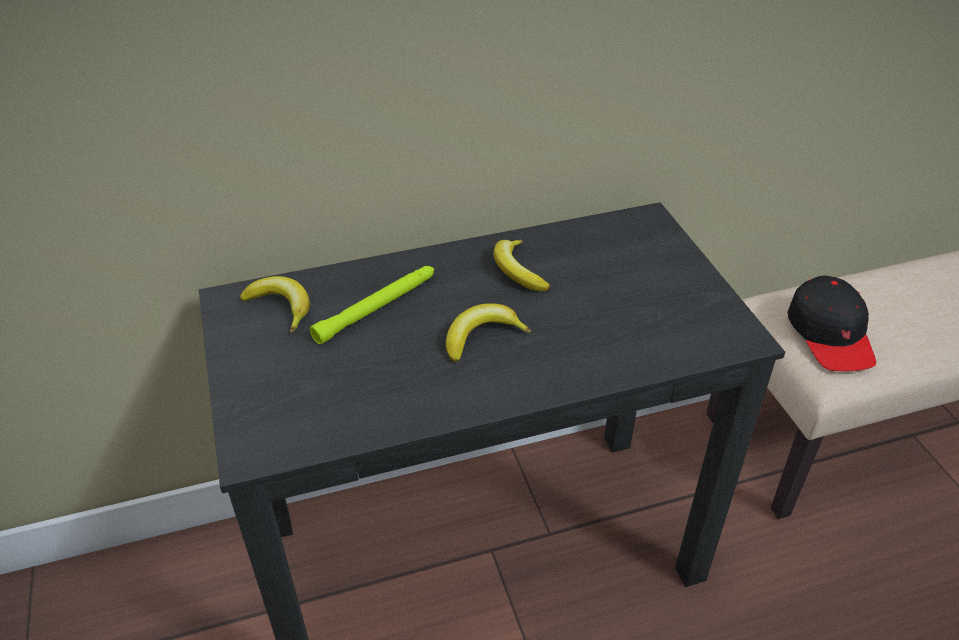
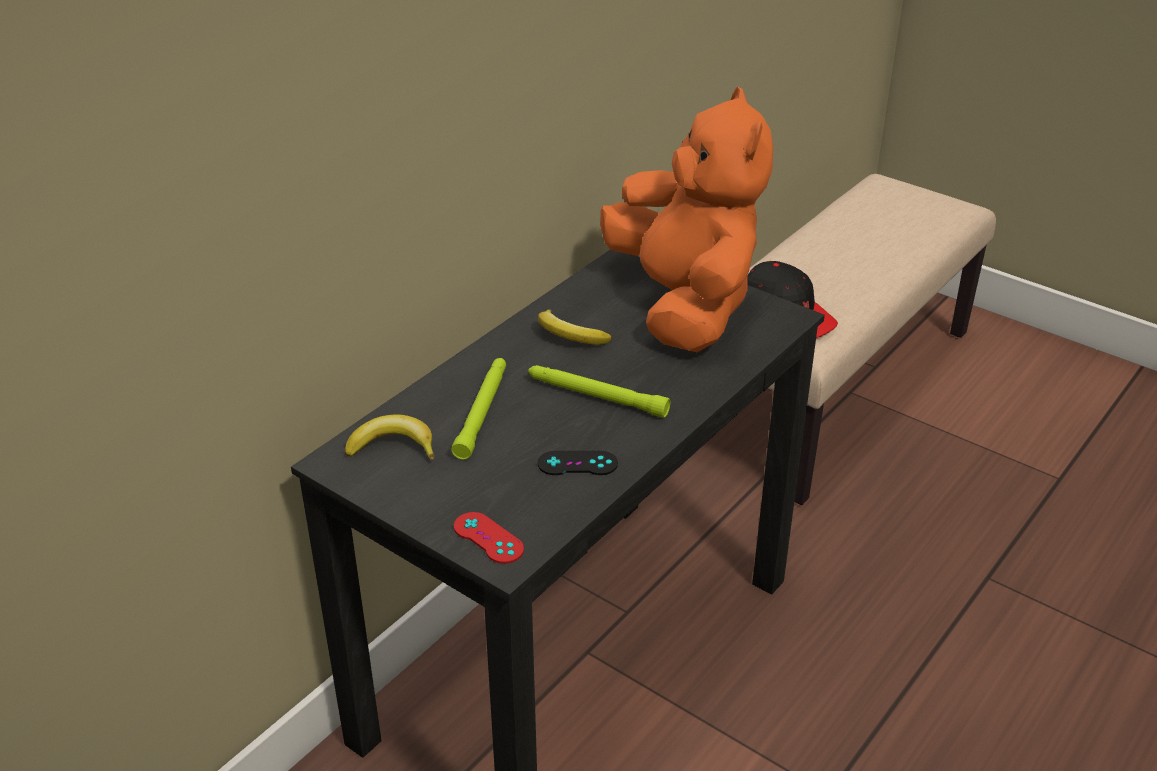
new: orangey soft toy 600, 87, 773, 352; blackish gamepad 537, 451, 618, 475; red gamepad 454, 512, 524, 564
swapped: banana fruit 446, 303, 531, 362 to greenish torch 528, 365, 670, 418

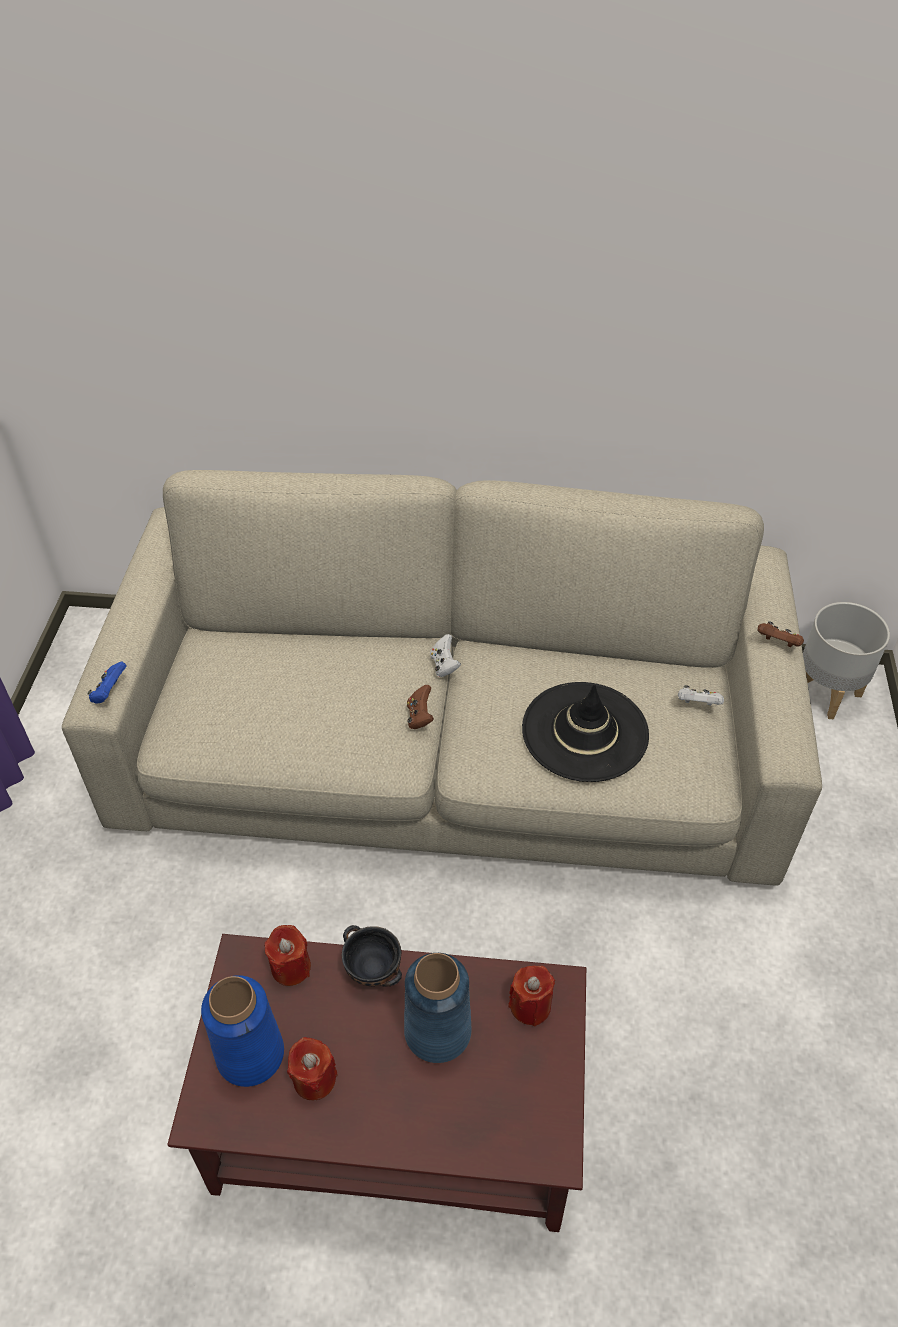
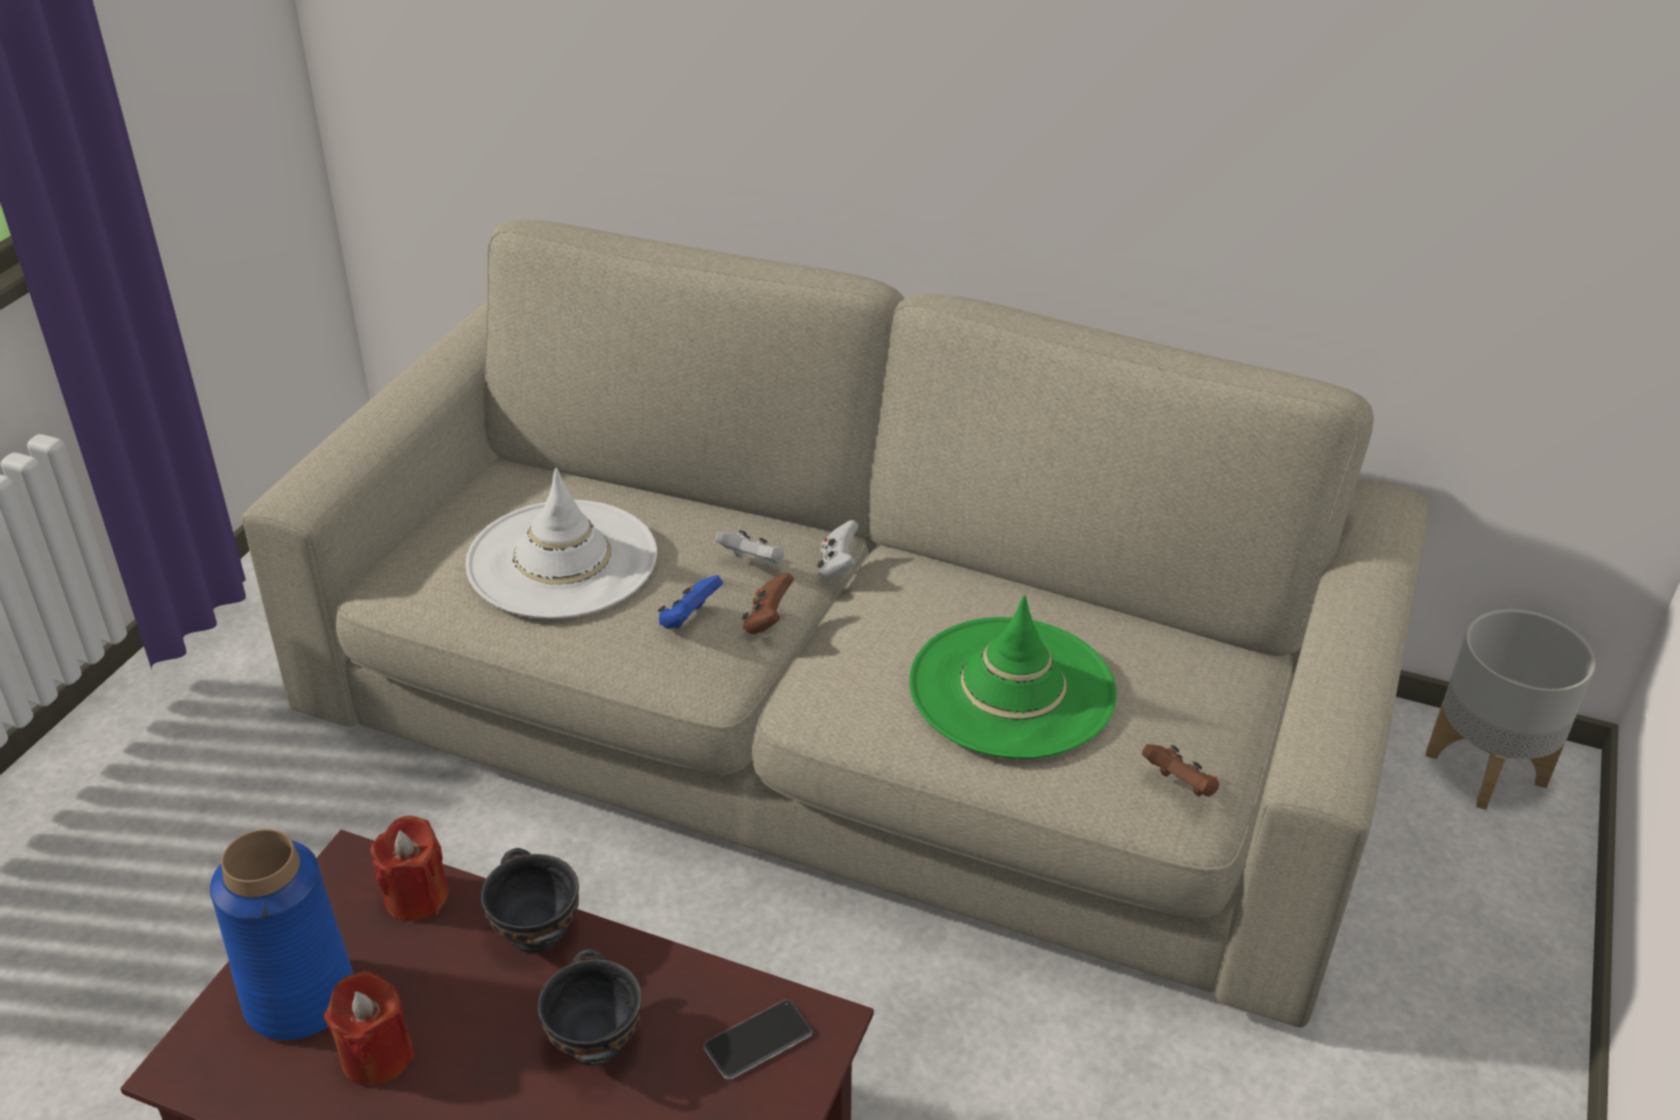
new: white-coloured clothing hat 466, 468, 657, 619
shifted: brownish gamepad 757, 621, 804, 647 to 1142, 744, 1219, 797; blue gamepad 87, 661, 127, 704 to 658, 575, 723, 629; white-coloured gamepad 678, 685, 724, 706 to 716, 530, 784, 567
swapped: blue vase 404, 953, 472, 1063 to blackish deep dish 538, 949, 642, 1065; red candle 508, 966, 555, 1027 to handset 704, 1000, 813, 1080
repainted: blackish clothing hat 522, 682, 649, 782 to greenish clothing hat 910, 595, 1117, 759

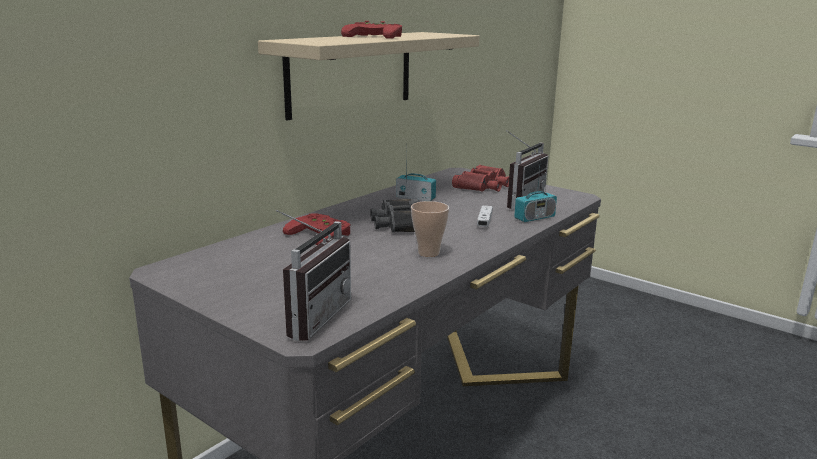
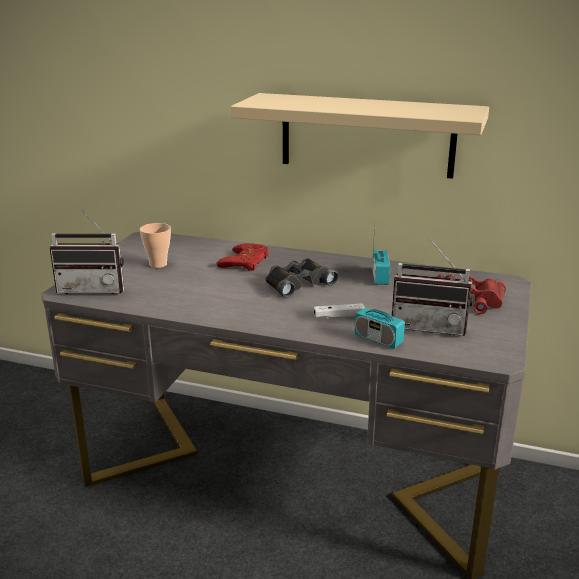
gone: red gamepad 341, 21, 402, 38
shifted: drinking cup 411, 201, 449, 257 to 140, 223, 171, 268

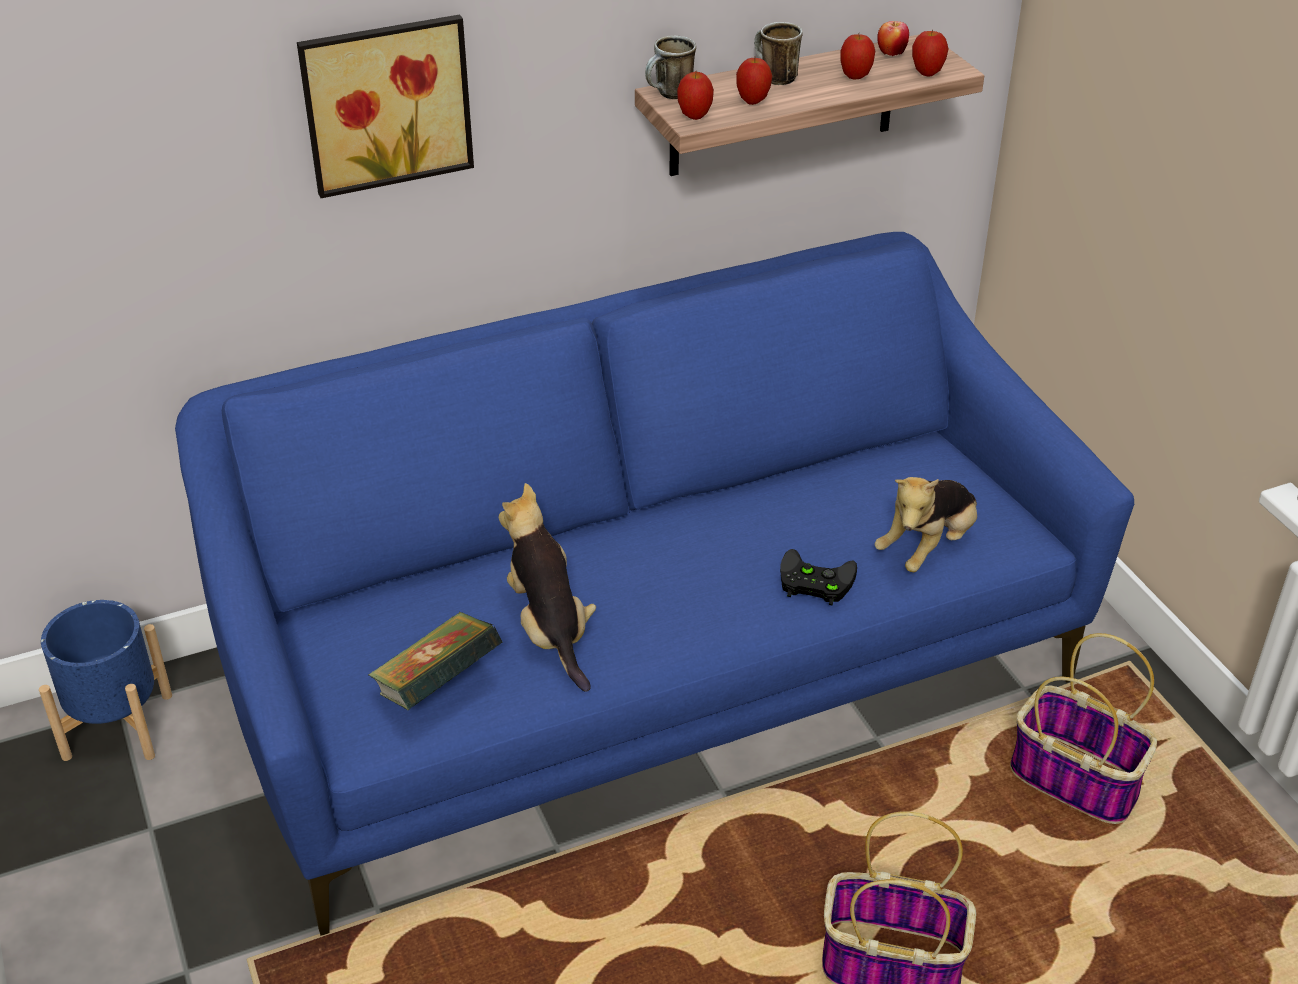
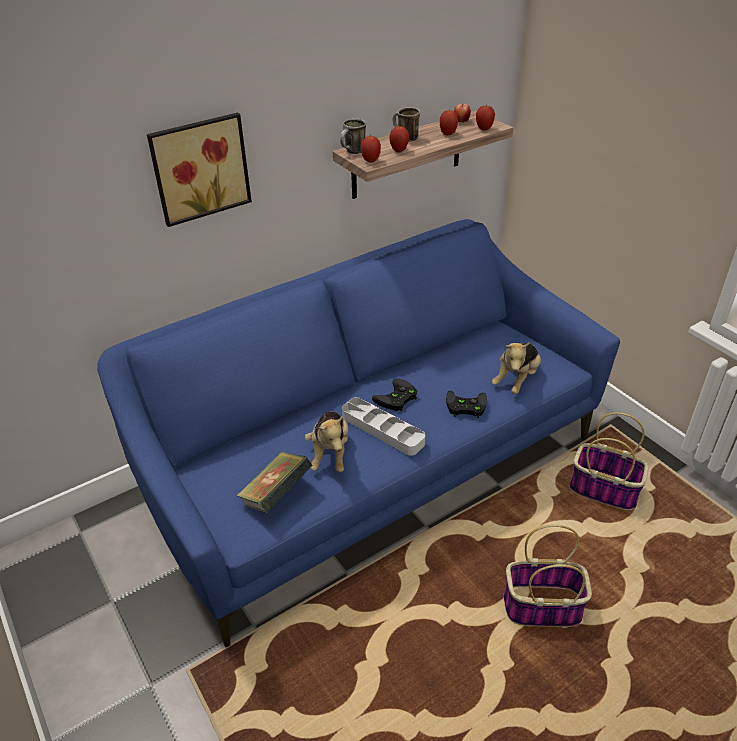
gone: blue plant pot 39, 600, 172, 761
new: blackish gamepad 372, 379, 417, 411; gray tray 342, 397, 425, 456
rotated: soft toy 498, 483, 596, 692 = 305, 411, 348, 472 150 degrees counterclockwise

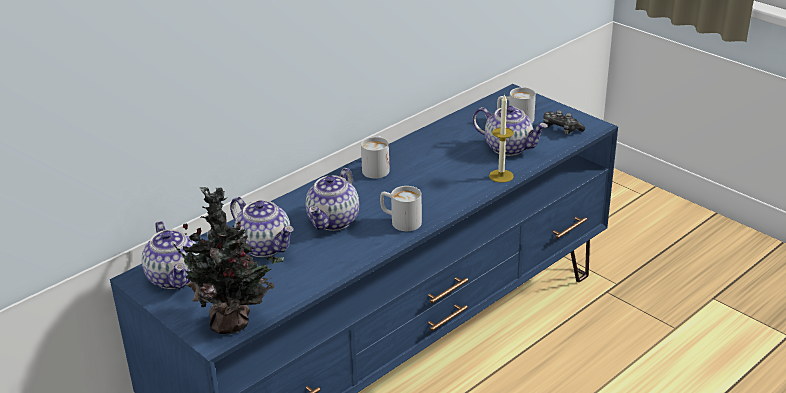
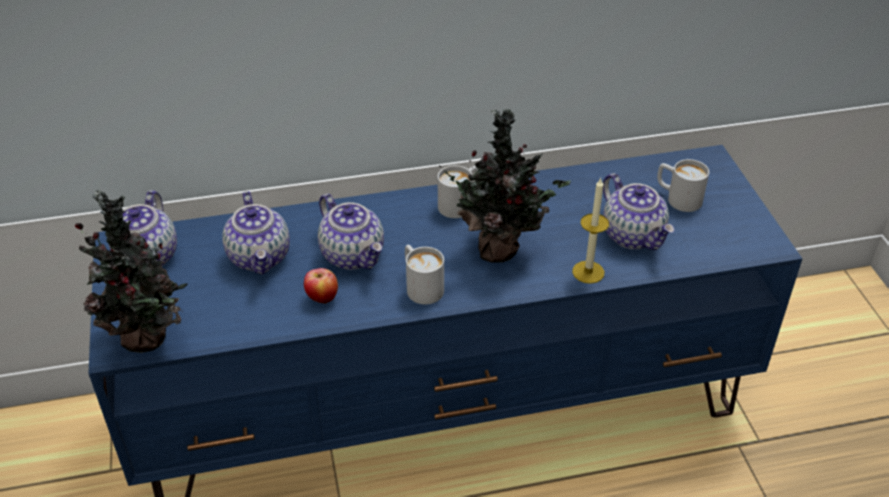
gone: gamepad 543, 110, 585, 134
new: potted plant 439, 109, 571, 263; apple fruit 304, 268, 338, 304
rotated: pot for tea 305, 168, 359, 231 = 318, 193, 384, 270 90 degrees counterclockwise

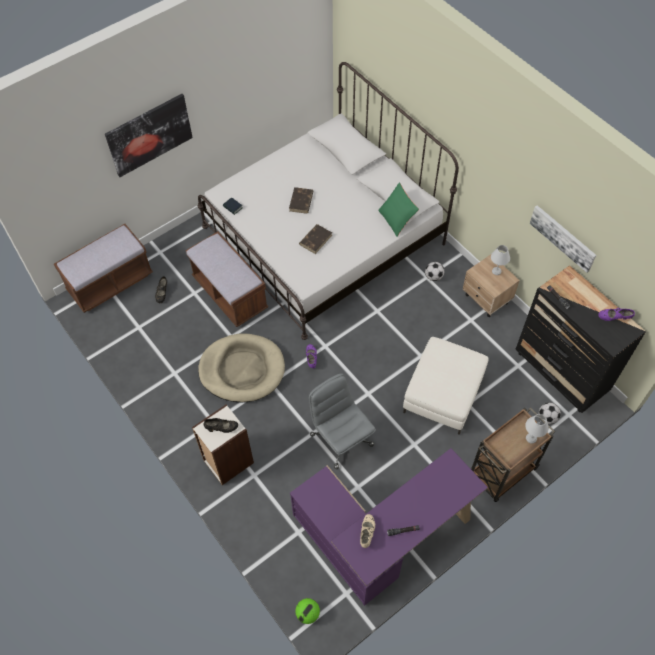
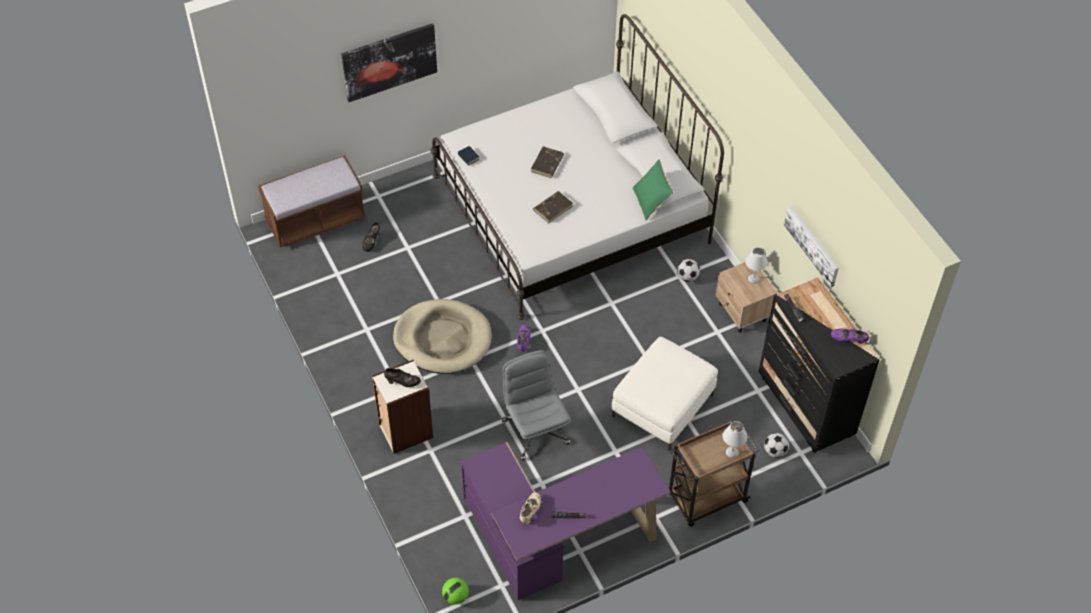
gone: brownish indoor bench 186, 232, 268, 327

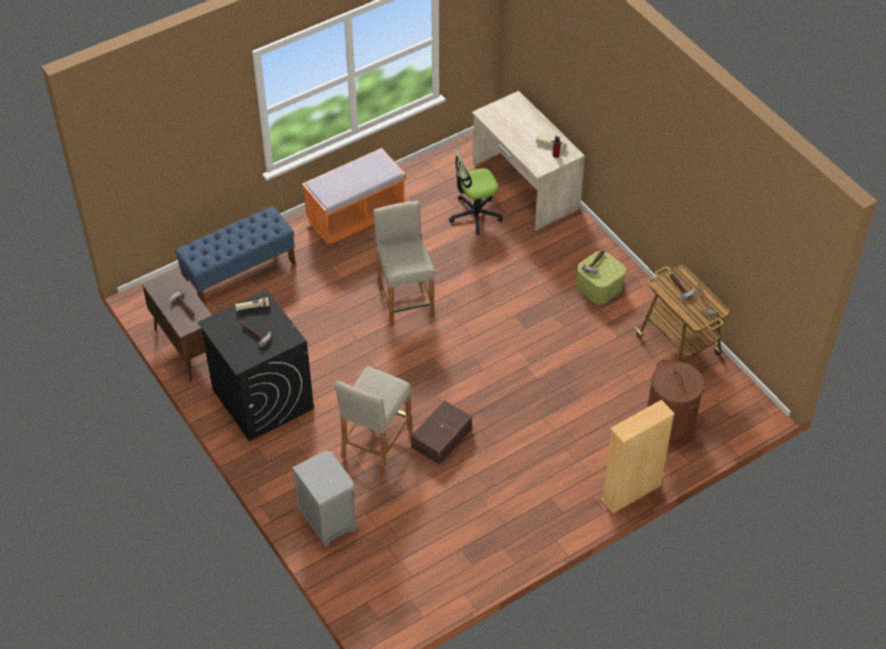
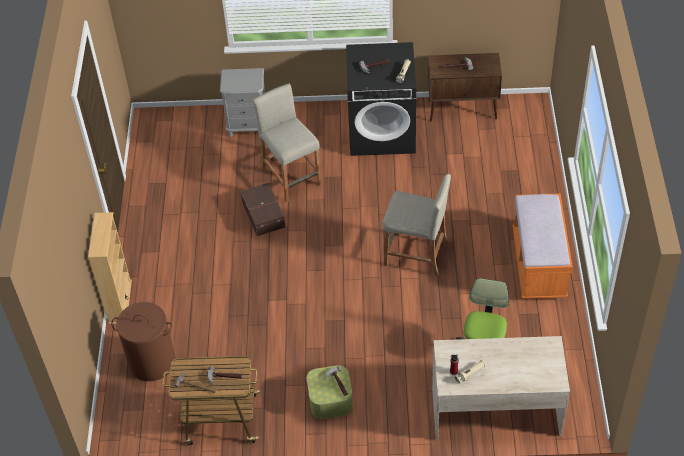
gone: blue indoor bench 175, 206, 295, 305

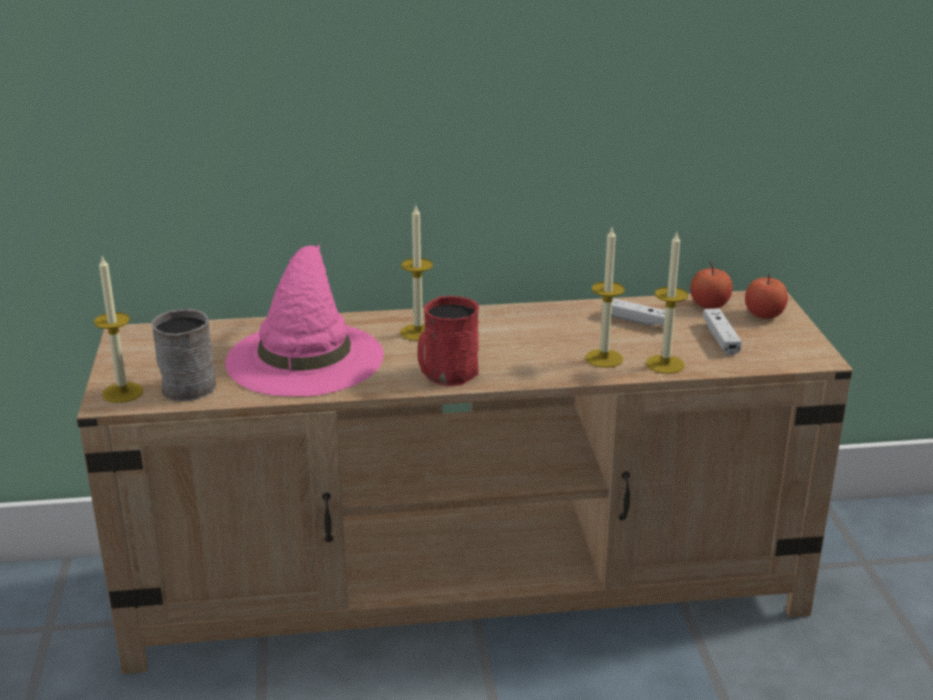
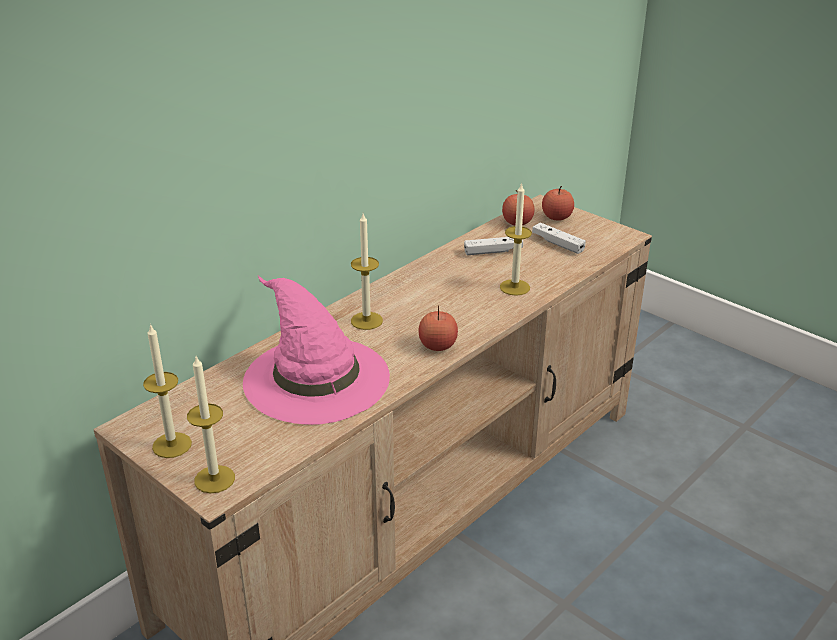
gone: gray tea mug 151, 309, 216, 401
shifted: candle 646, 233, 688, 374 to 143, 324, 192, 458
swapped: red tea mug 417, 296, 479, 386 to apple fruit 418, 306, 458, 351

